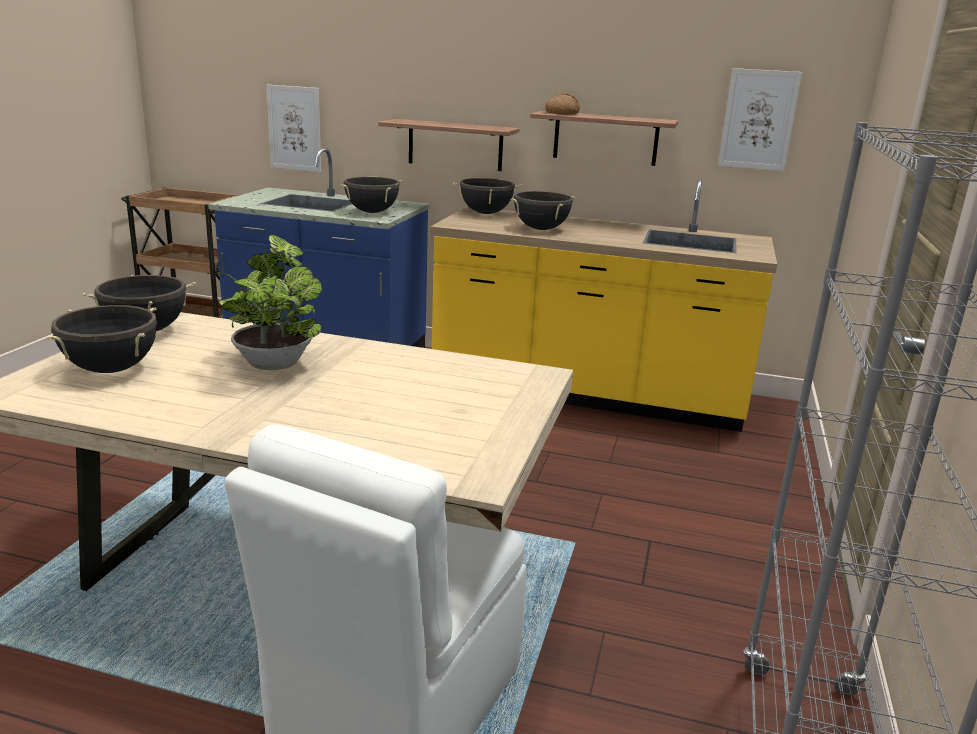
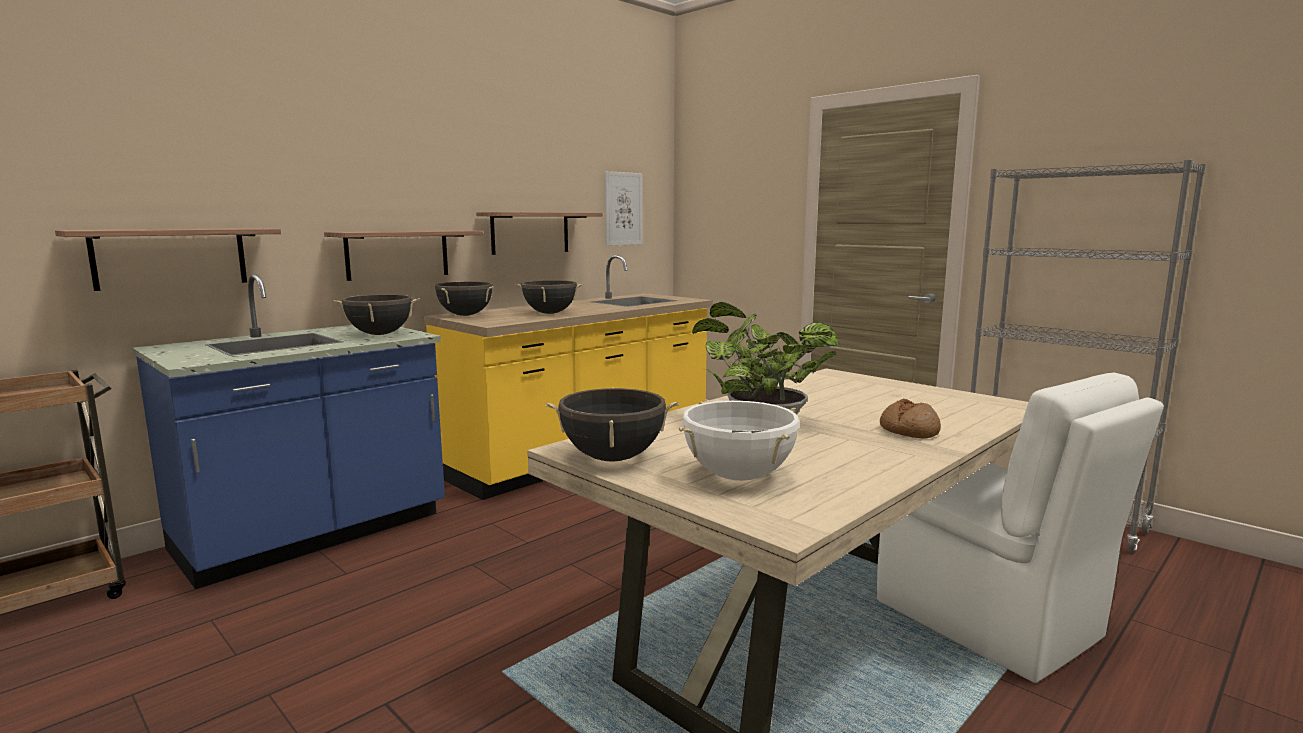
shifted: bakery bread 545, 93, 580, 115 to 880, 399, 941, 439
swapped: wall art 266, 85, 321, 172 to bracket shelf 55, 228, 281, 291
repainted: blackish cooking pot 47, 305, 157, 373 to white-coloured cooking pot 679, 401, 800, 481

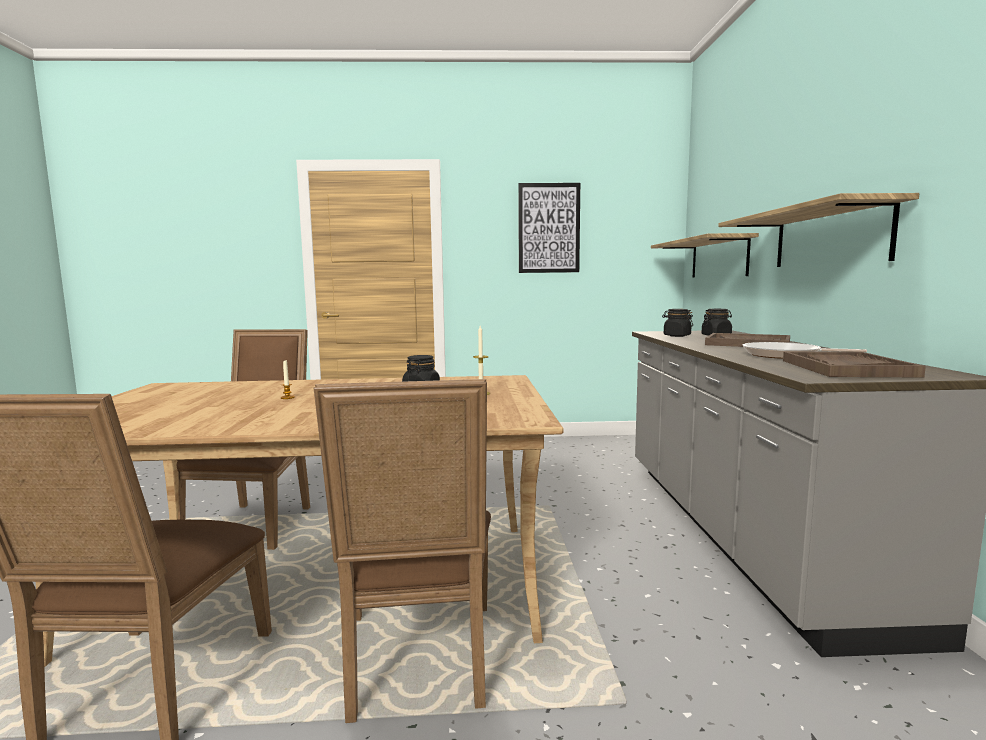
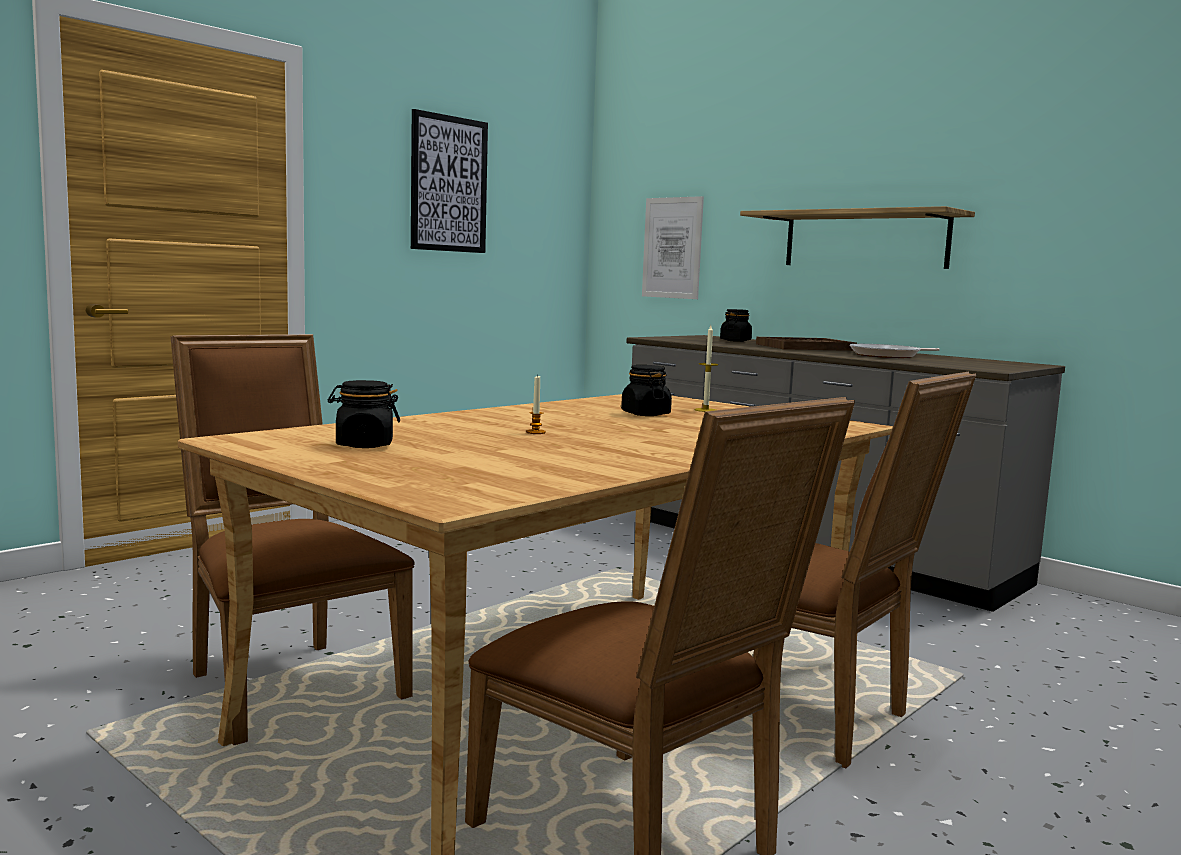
gone: brownish tray 783, 352, 926, 377
shifted: blackish jar 662, 309, 693, 337 to 328, 380, 400, 448
swapped: bracket shelf 651, 233, 759, 278 to wall art 642, 196, 704, 299

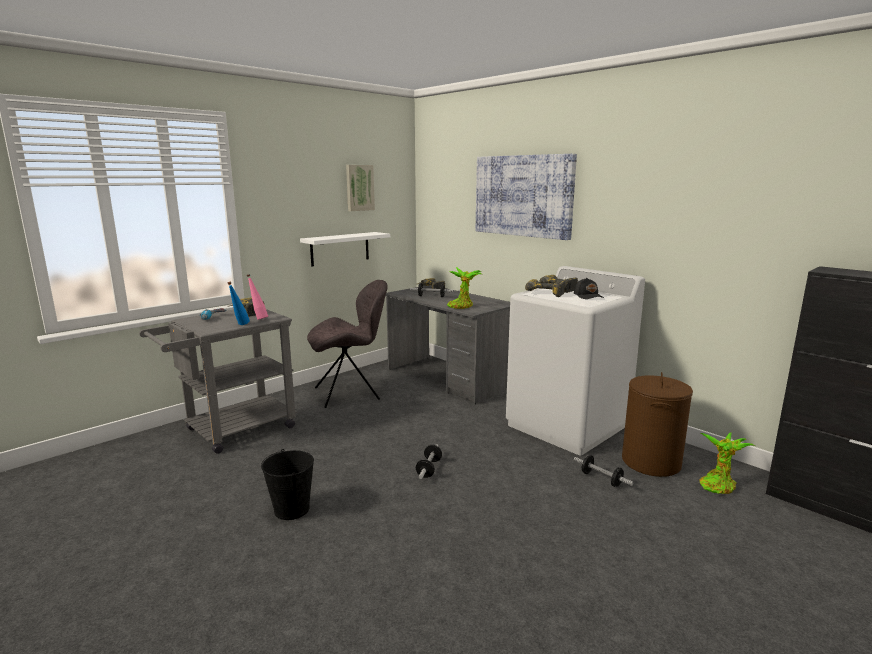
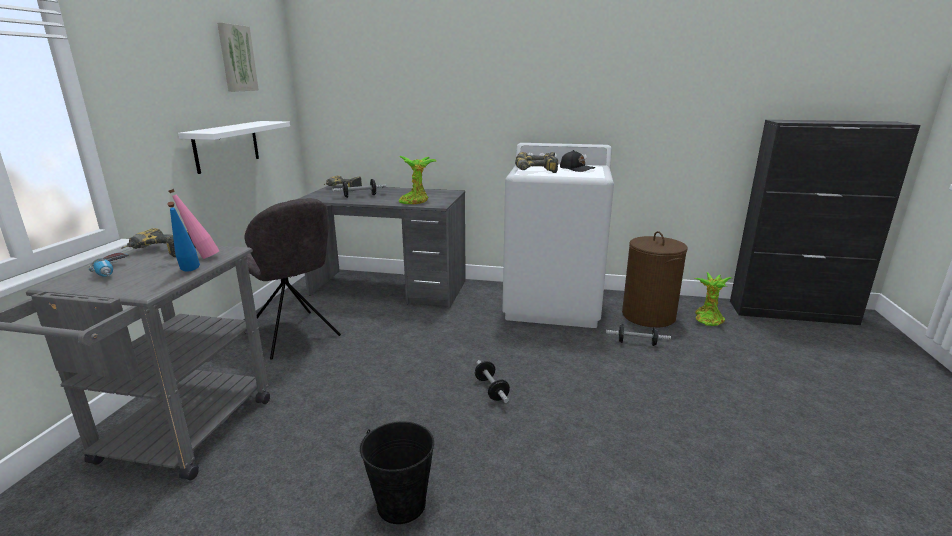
gone: wall art 476, 154, 577, 240
rotated: gray chair 307, 280, 388, 408 = 245, 198, 341, 360 105 degrees clockwise

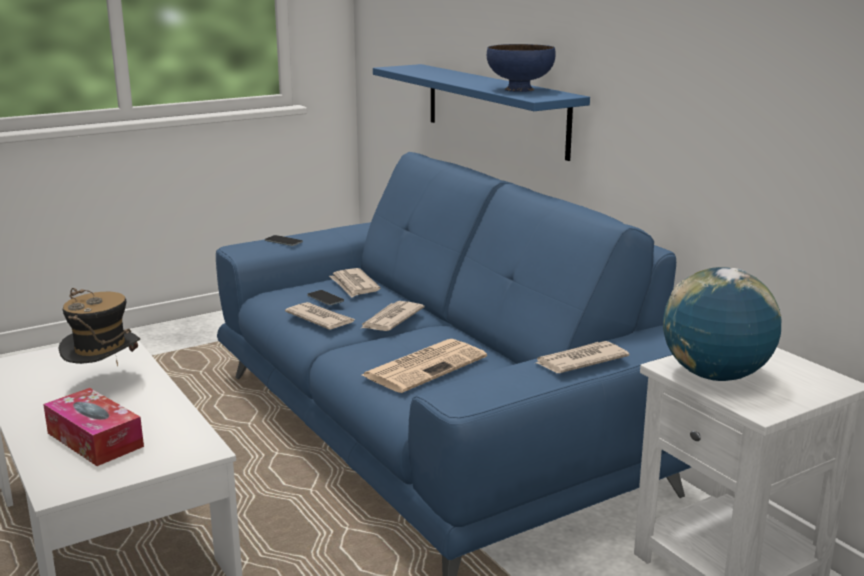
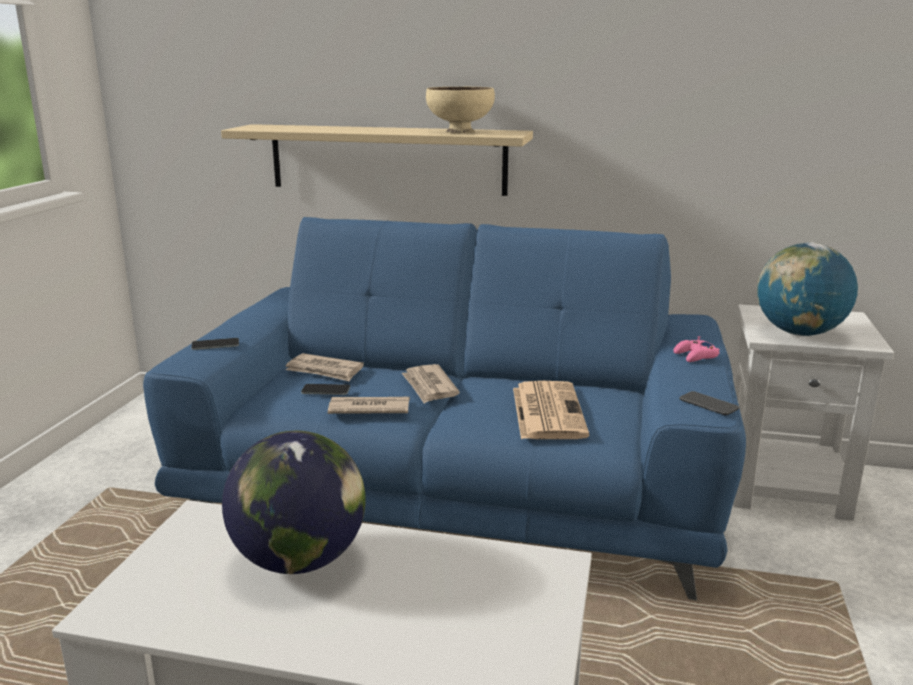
gone: tissue holder 43, 388, 144, 466
new: handset 679, 391, 739, 415
swapped: clothing hat 58, 288, 140, 366 to desk globe 222, 431, 366, 574; daily paper 533, 341, 629, 373 to pink-coloured gamepad 674, 336, 720, 362
repainted: blue deep dish 487, 44, 556, 92 to beige deep dish 426, 87, 495, 133; blue bracket shelf 373, 64, 590, 161 to beige bracket shelf 221, 124, 533, 196

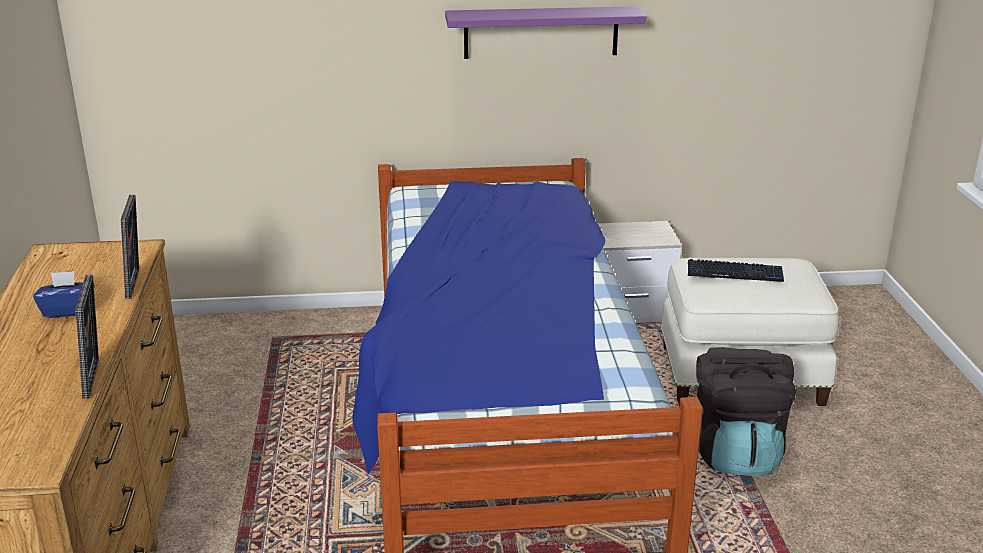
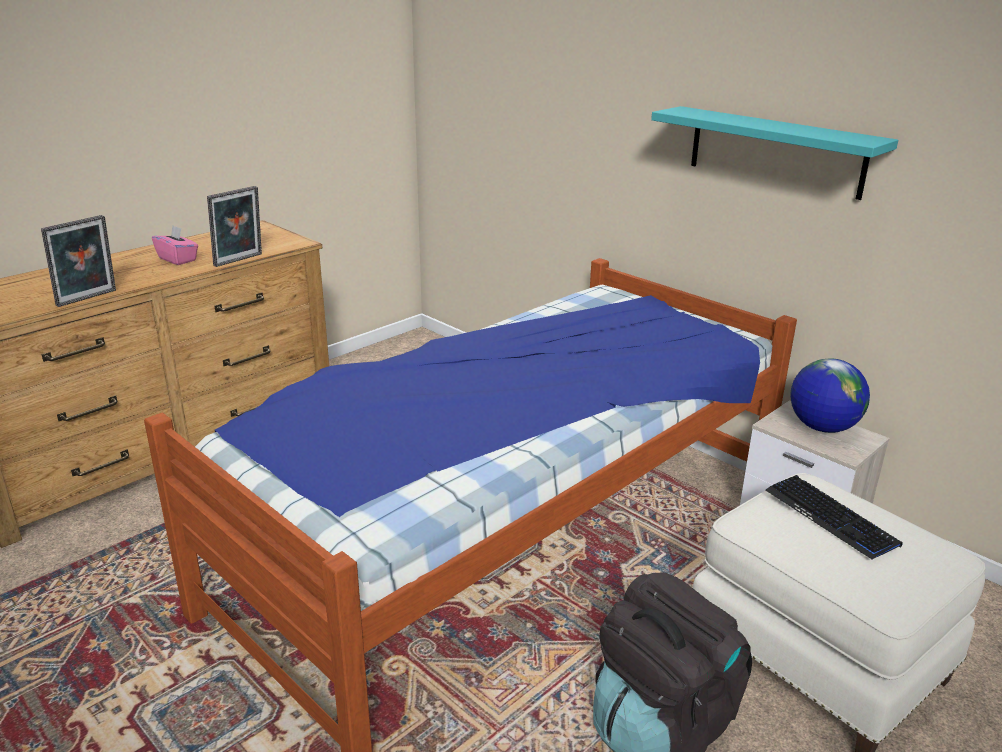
new: desk globe 790, 358, 870, 433
repainted: purplish bracket shelf 445, 6, 646, 59 to turquoise-coloured bracket shelf 651, 106, 898, 200; blue tissue holder 33, 271, 83, 318 to pink-coloured tissue holder 152, 225, 198, 265

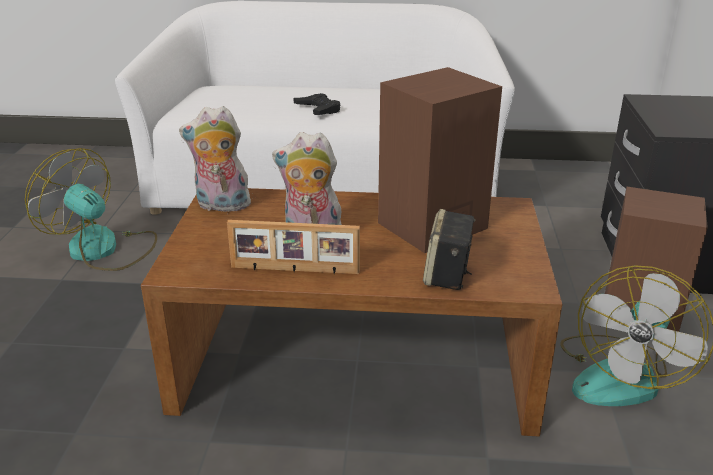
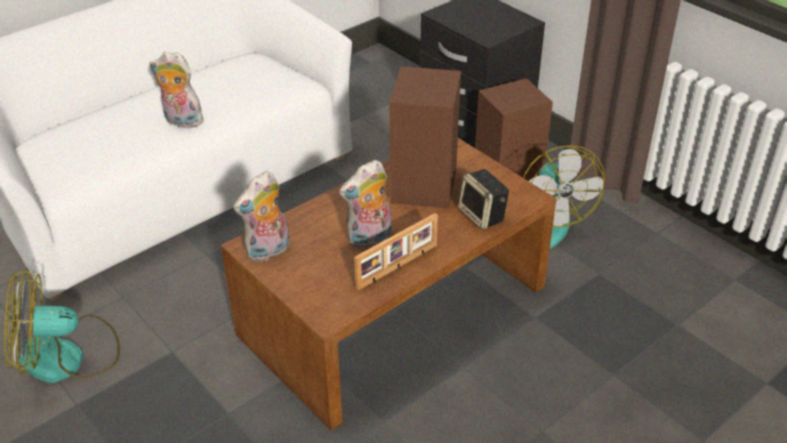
swapped: blackish gamepad 294, 93, 340, 115 to soft toy 149, 51, 204, 130

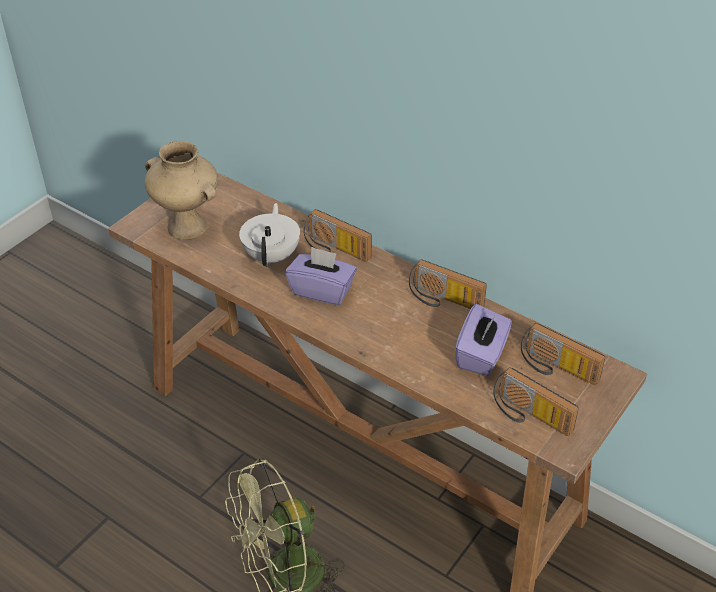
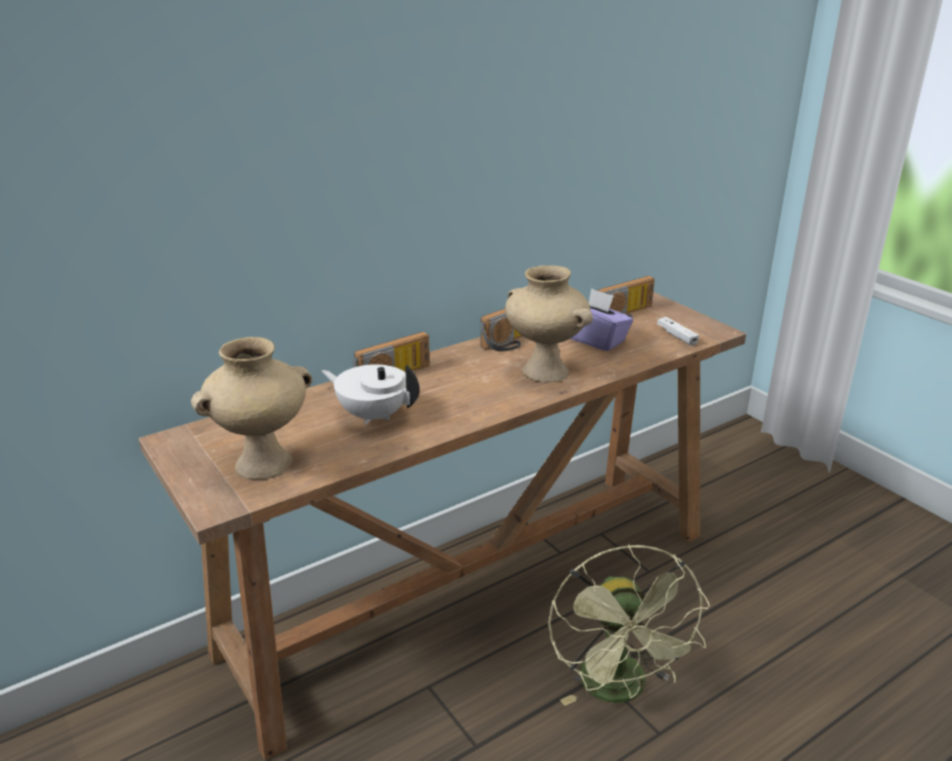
gone: purplish tissue holder 285, 246, 357, 305
new: beige vase 505, 265, 593, 382
swapped: radio receiver 494, 367, 579, 436 to white-coloured gamepad 657, 317, 699, 346

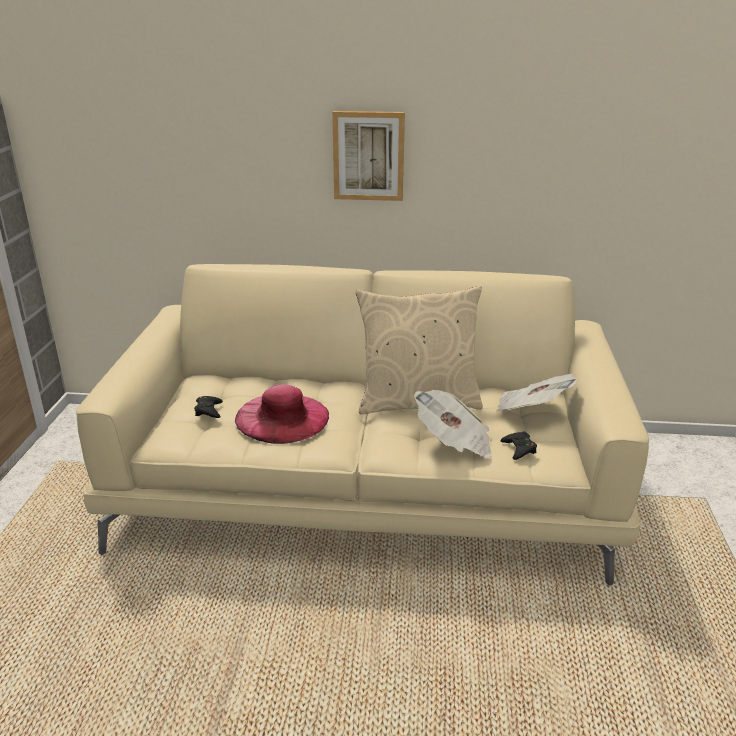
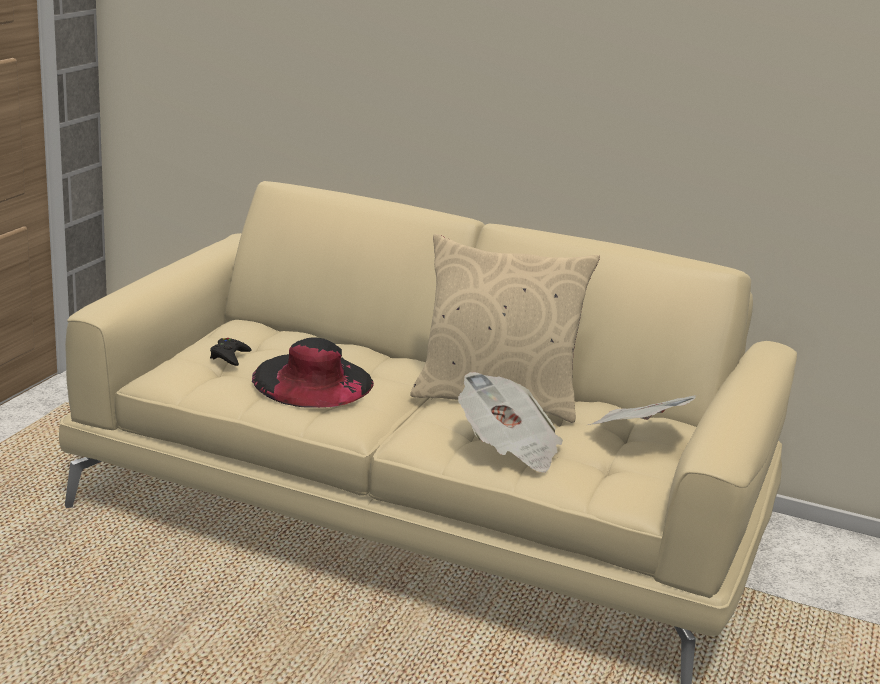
gone: wall art 332, 111, 405, 201; blackish gamepad 500, 431, 537, 460
repainted: pink-coloured clothing hat 235, 384, 329, 444 to blackish clothing hat 252, 338, 374, 408

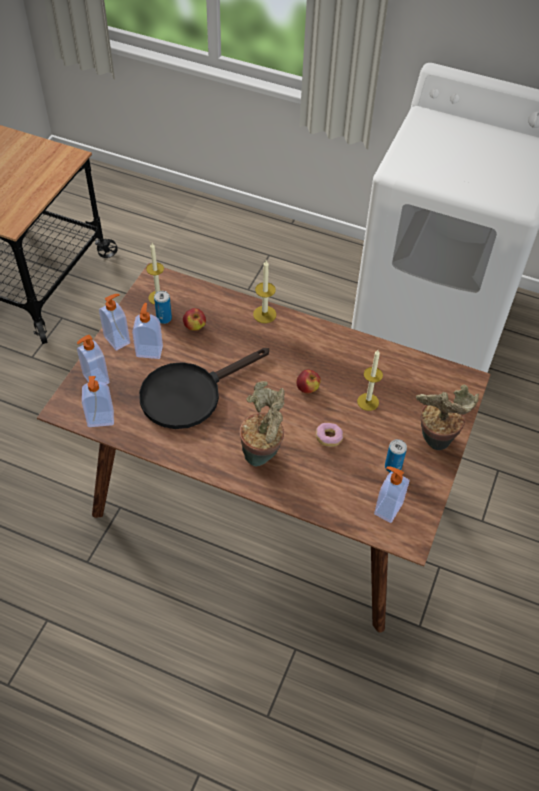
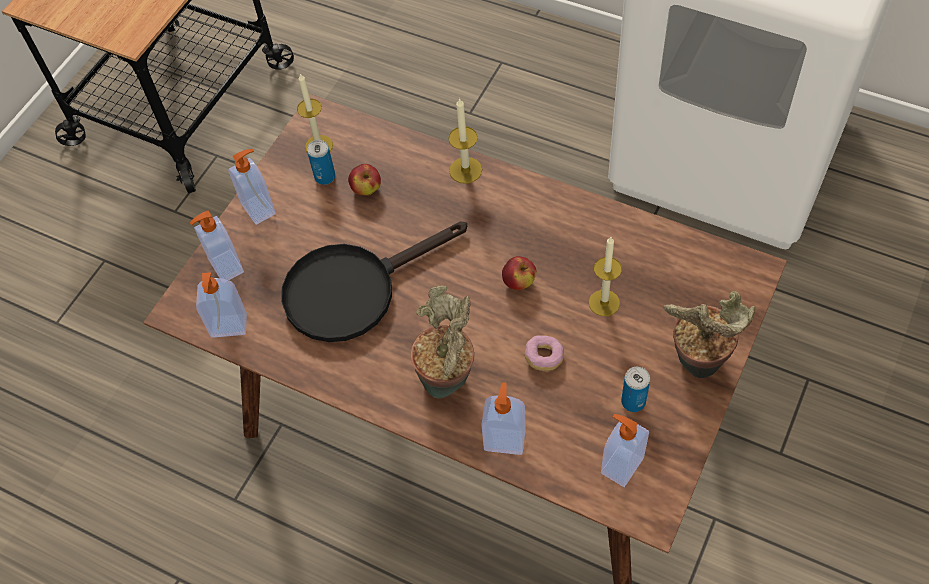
shifted: soap dispenser 132, 303, 163, 359 to 481, 382, 526, 455

